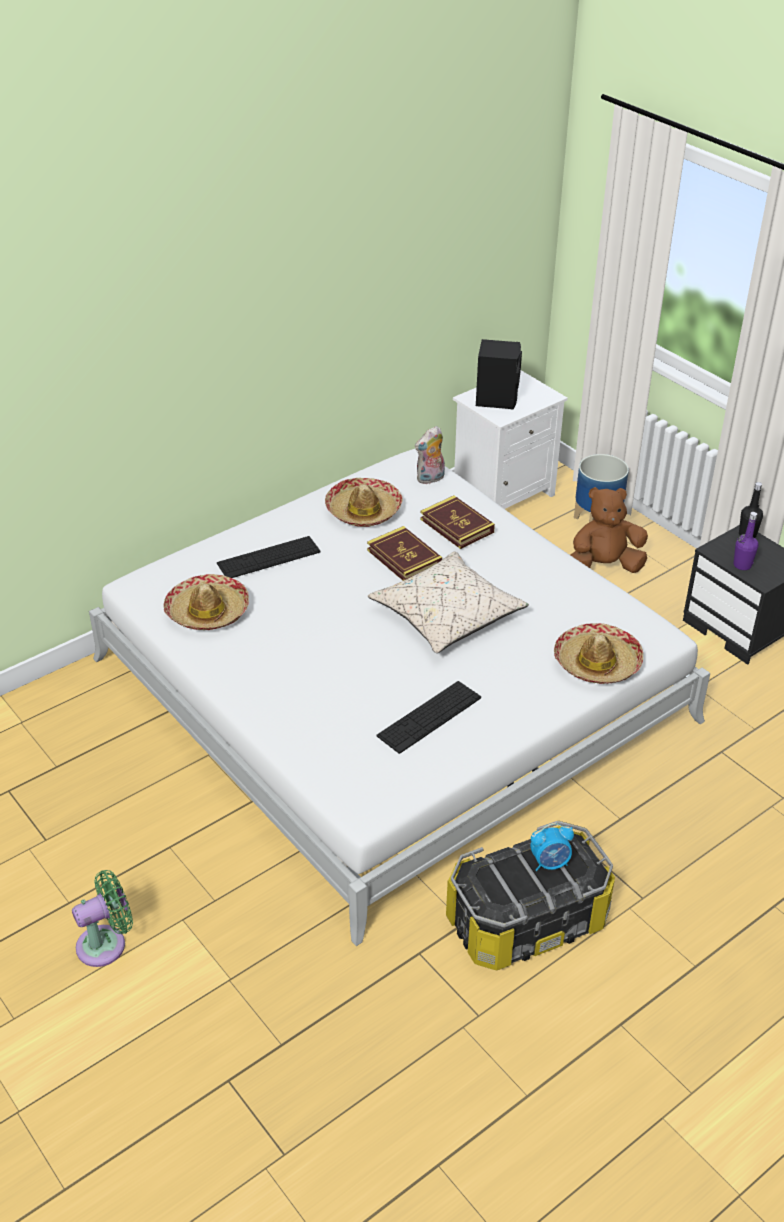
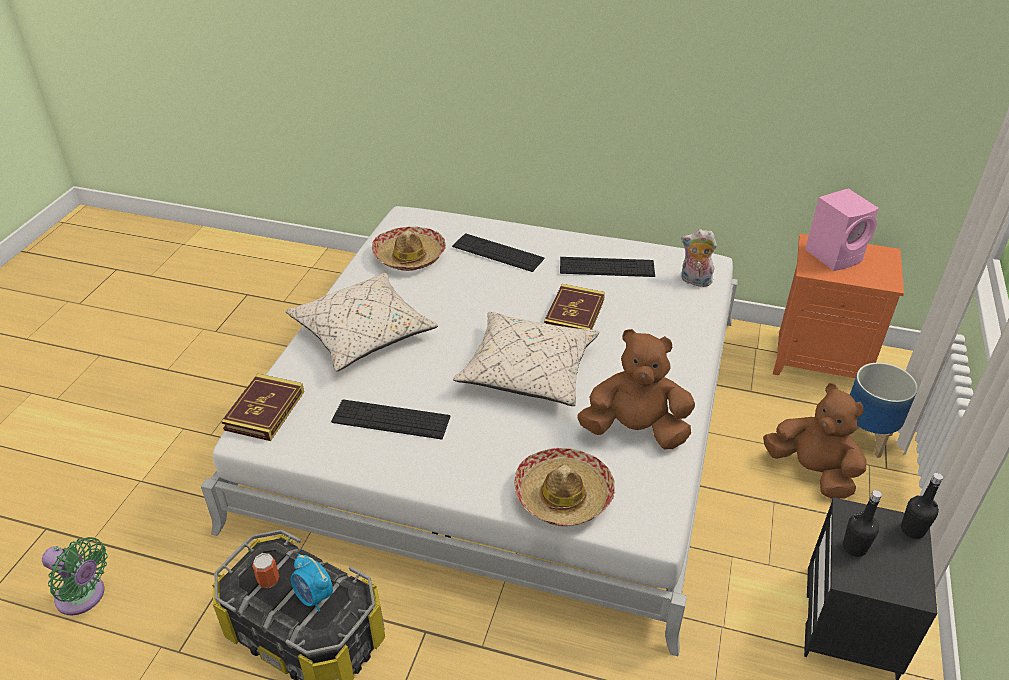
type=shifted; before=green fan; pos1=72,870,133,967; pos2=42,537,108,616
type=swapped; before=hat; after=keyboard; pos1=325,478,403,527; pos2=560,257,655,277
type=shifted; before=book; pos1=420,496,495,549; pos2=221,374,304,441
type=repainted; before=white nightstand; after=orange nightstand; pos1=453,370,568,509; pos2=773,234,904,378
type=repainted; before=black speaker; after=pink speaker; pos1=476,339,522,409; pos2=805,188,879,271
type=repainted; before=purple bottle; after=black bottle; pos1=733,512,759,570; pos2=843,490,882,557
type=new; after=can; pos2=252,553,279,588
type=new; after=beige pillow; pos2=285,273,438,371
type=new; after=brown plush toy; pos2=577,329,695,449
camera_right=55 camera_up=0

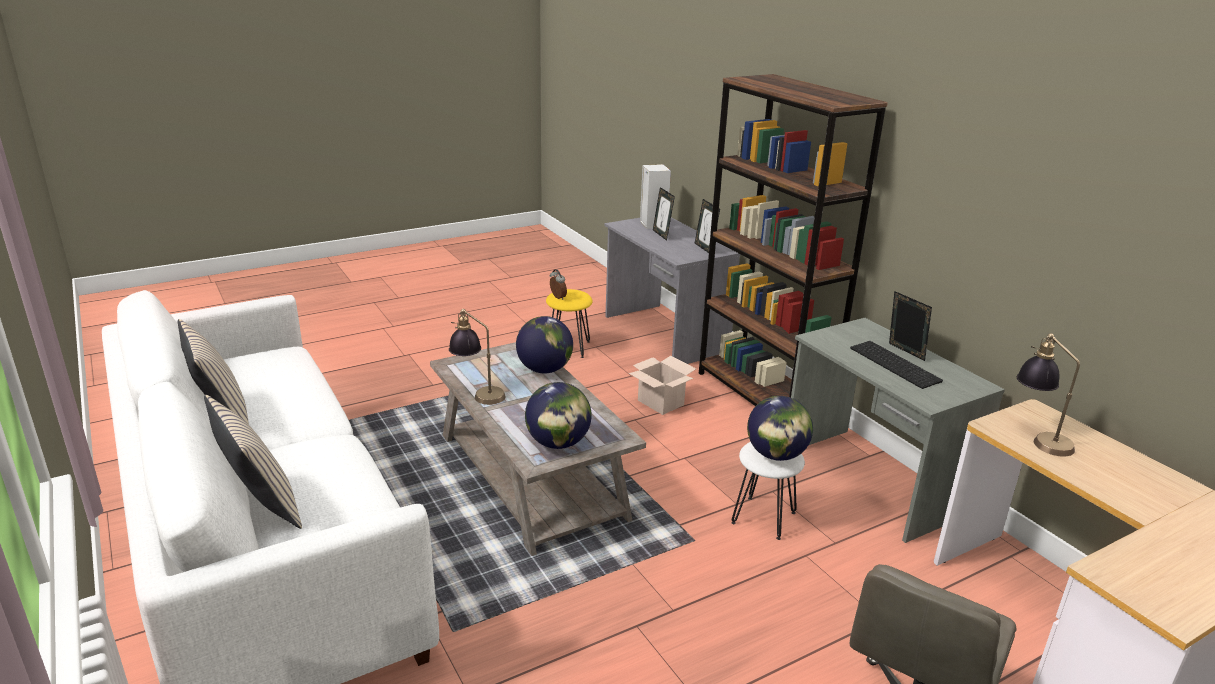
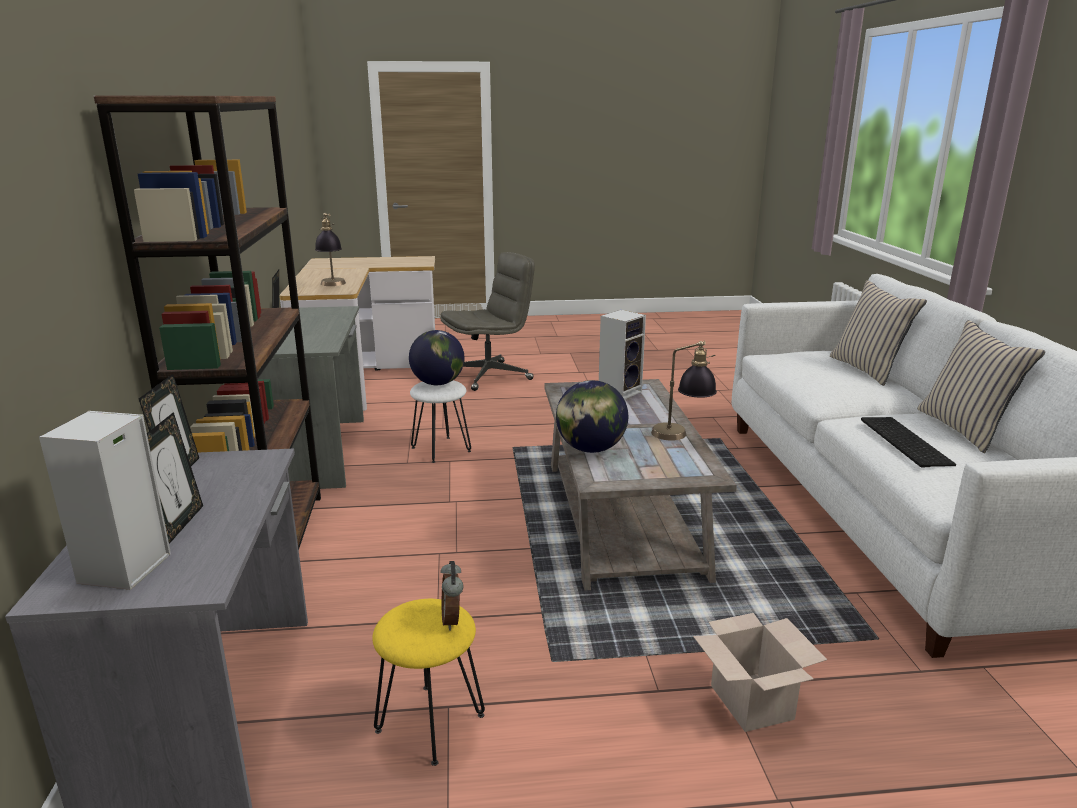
type=swapped; before=globe; after=speaker; pos1=525,382,592,449; pos2=599,310,646,400
type=shifted; before=cardboard box; pos1=629,356,696,415; pos2=693,613,827,732
type=shifted; before=keyboard; pos1=850,341,943,389; pos2=861,417,956,468
camera_right=-155 camera_up=-5

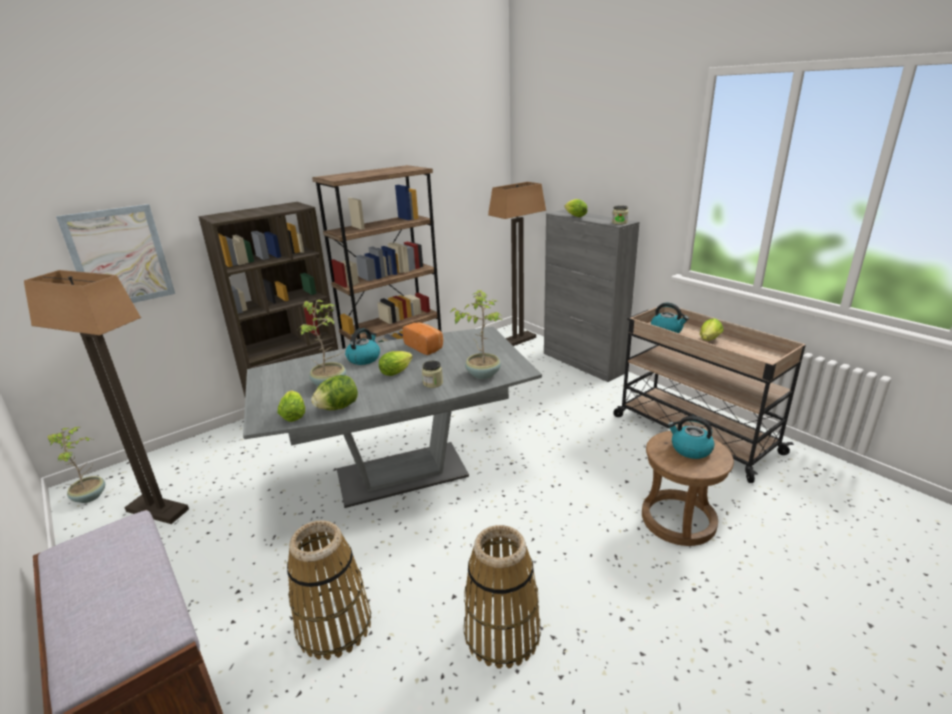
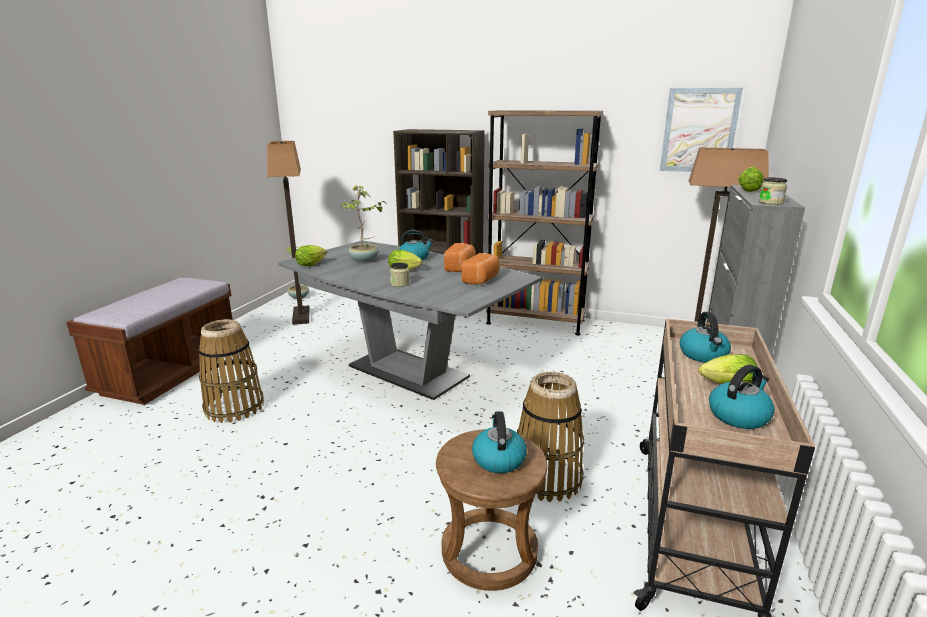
type=shifted; before=picture; pos1=56,204,175,303; pos2=660,88,743,172
type=gone; before=lettuce; pos1=311,375,358,410
type=gone; before=potted plant; pos1=451,290,503,379
type=shifted; before=basket; pos1=464,525,541,669; pos2=517,372,584,502
type=new; after=bread; pos2=461,253,500,285
type=new; after=kettle; pos2=709,365,775,429
camera_right=55 camera_up=-5

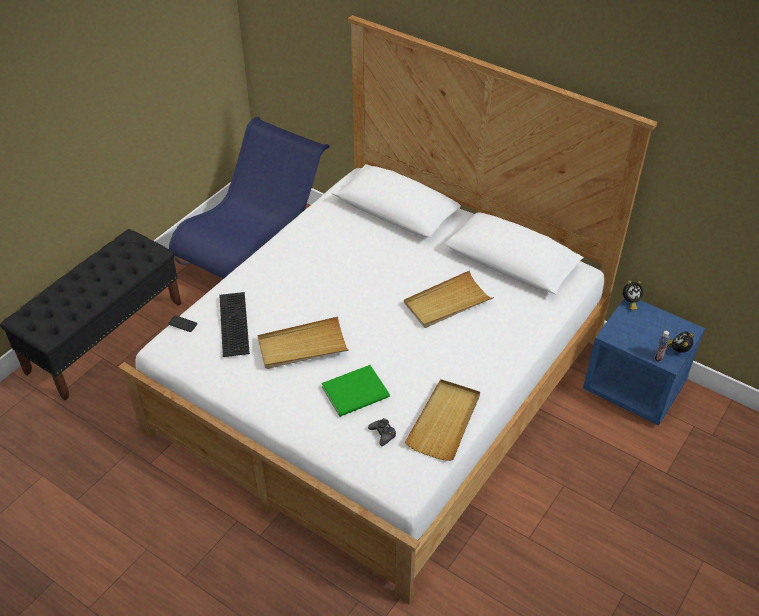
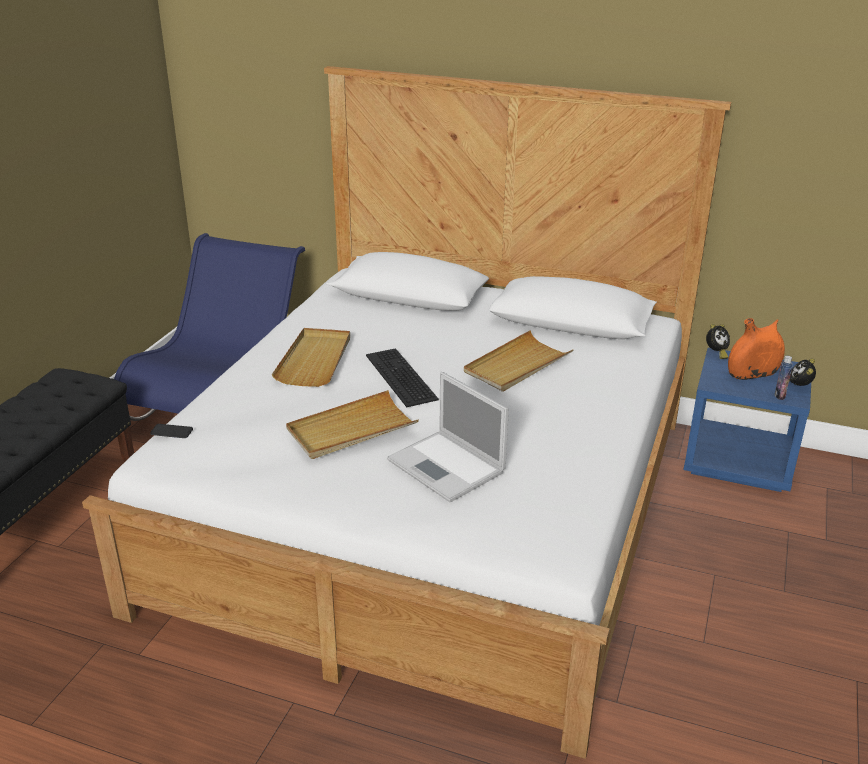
type=shifted; before=keyboard; pos1=219,292,250,357; pos2=366,348,439,407
type=swapped; before=green book; after=laptop; pos1=321,365,390,417; pos2=387,372,509,502
type=gone; before=black game controller; pos1=368,418,396,446
type=shifted; before=beige tray; pos1=405,379,480,461; pos2=272,328,350,387
type=new; after=orange vase; pos2=728,318,785,380
camera_right=-15 camera_up=-15

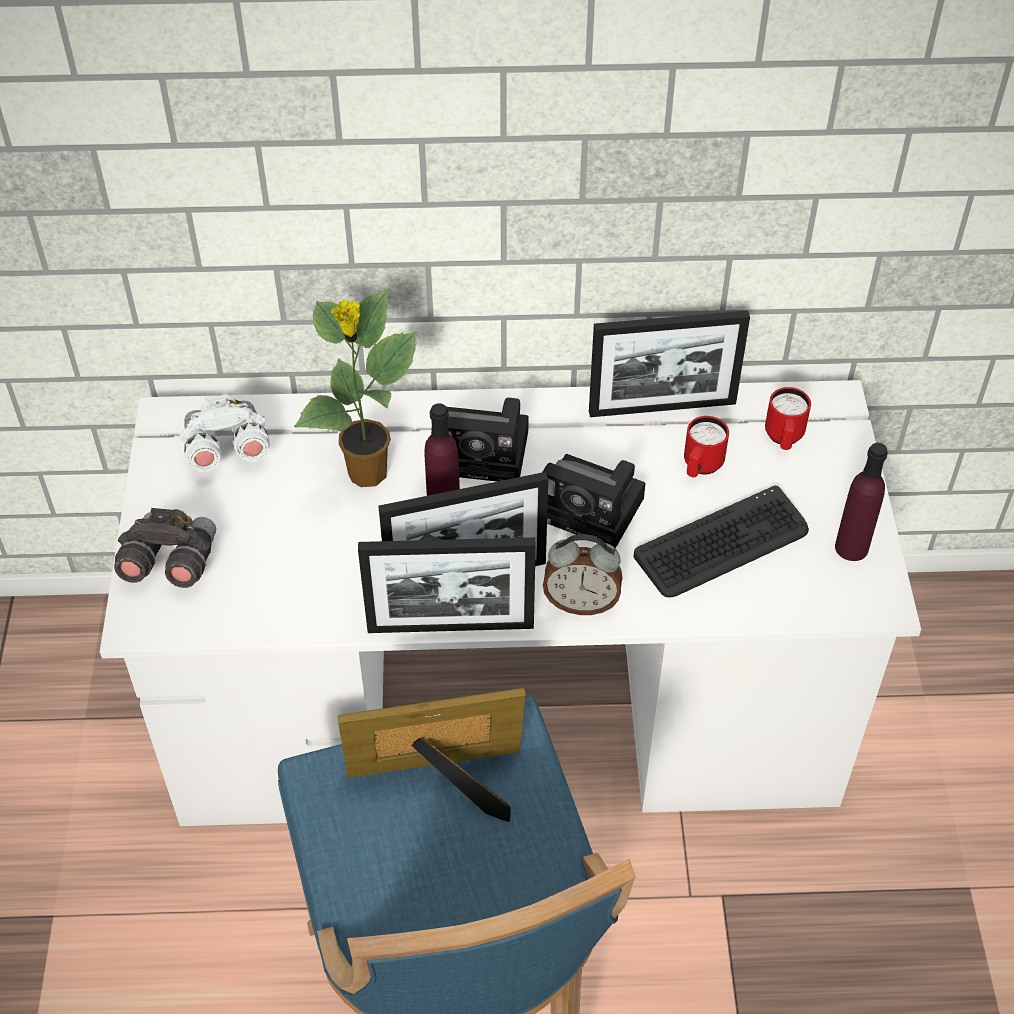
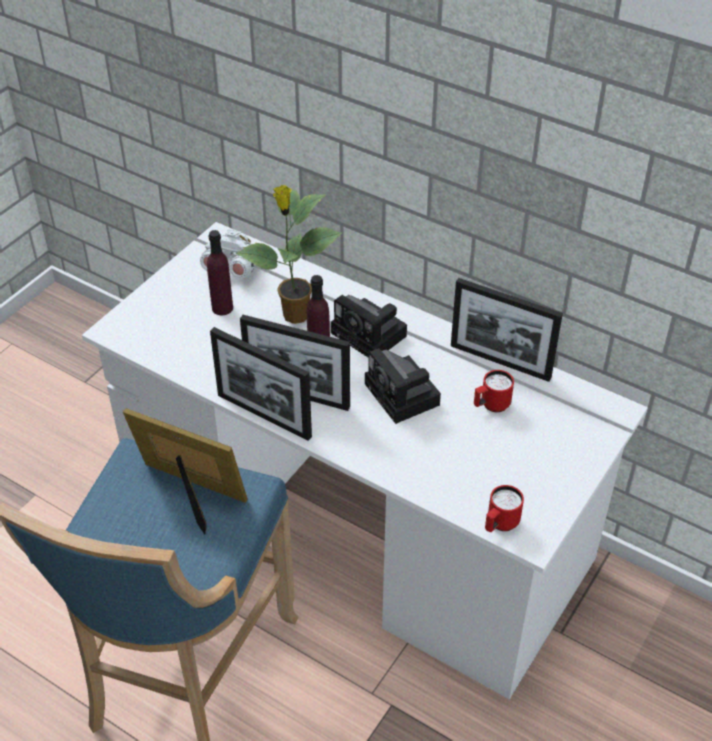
type=gone; before=grey binoculars; pos1=114,508,216,588
type=gone; before=alarm clock; pos1=543,534,622,615
type=gone; before=keyboard; pos1=633,486,809,598
type=shifted; before=red mug; pos1=765,387,811,450; pos2=485,485,524,532
type=shifted; before=purple bottle; pos1=835,443,888,561; pos2=207,230,233,315
camera_right=35 camera_up=-5

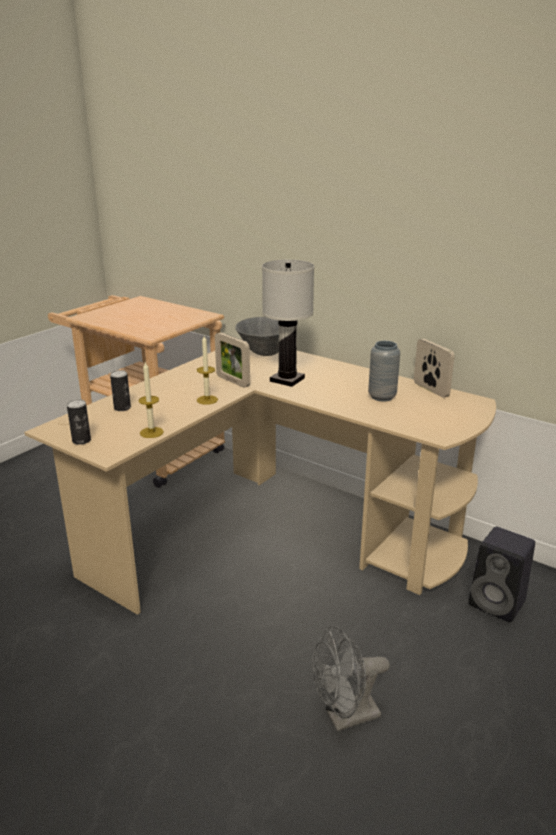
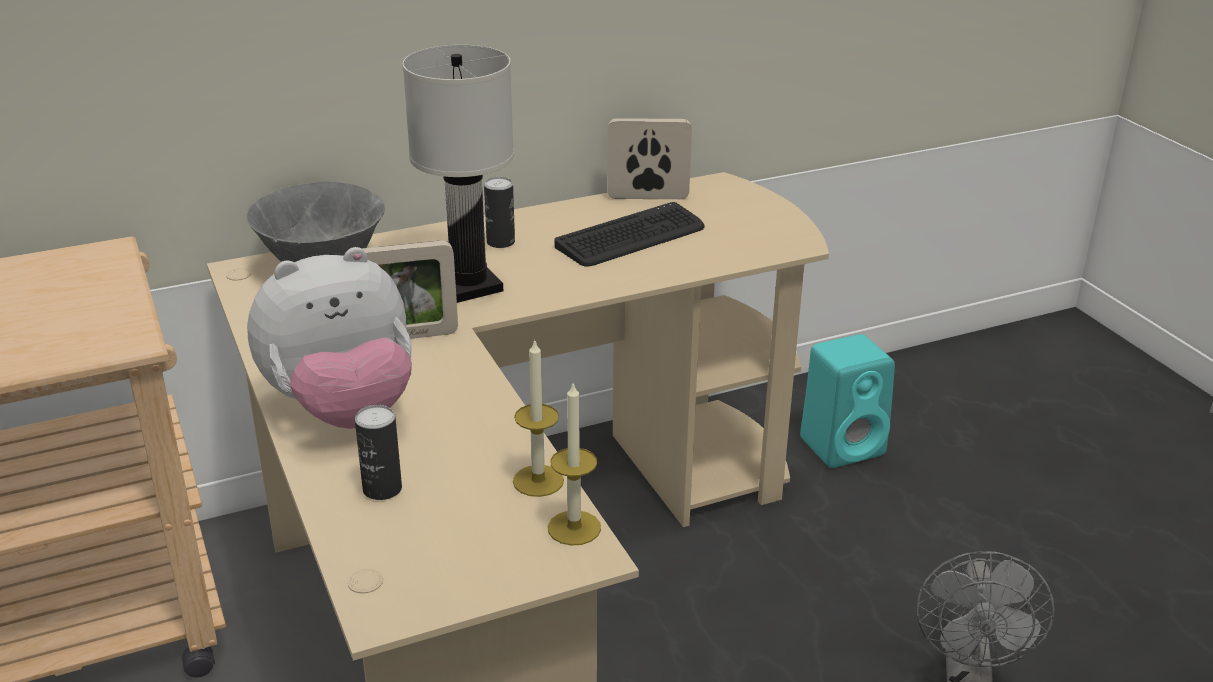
type=shifted; before=can; pos1=67,399,91,445; pos2=484,177,515,248
type=shifted; before=candle; pos1=197,335,218,405; pos2=548,383,601,545
type=swapped; before=grey vase; after=keyboard; pos1=368,341,400,402; pos2=554,202,705,266
type=repainted; before=black speaker; after=turquoise speaker; pos1=469,526,535,622; pos2=800,334,895,468
type=new; after=plush toy; pos2=247,247,412,429
camera_right=-60 camera_up=5

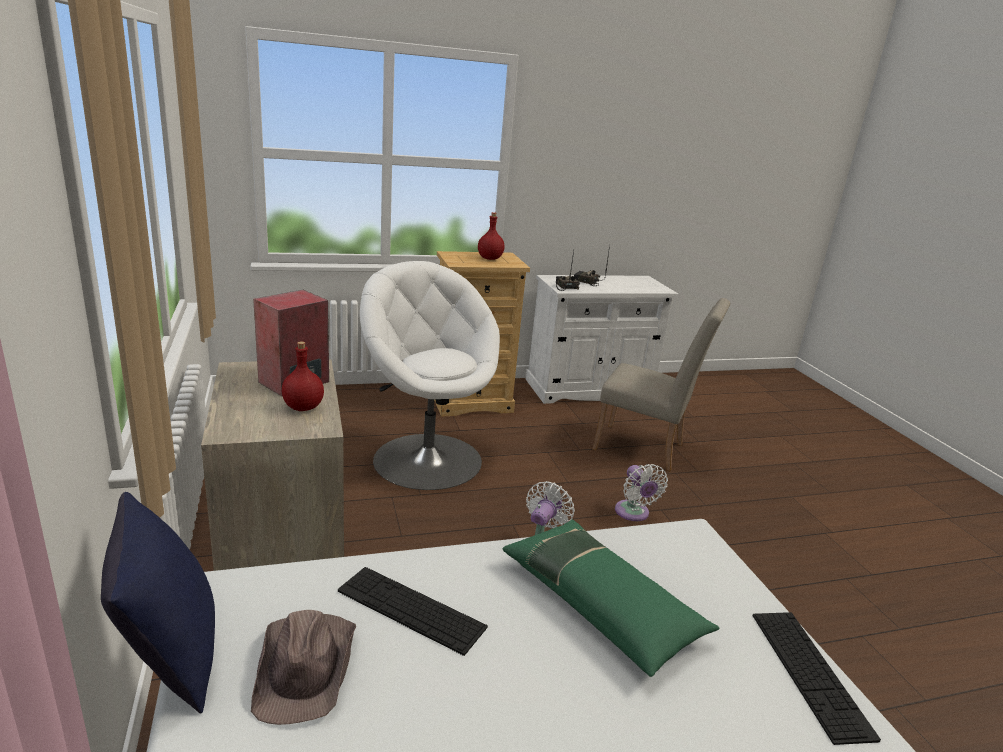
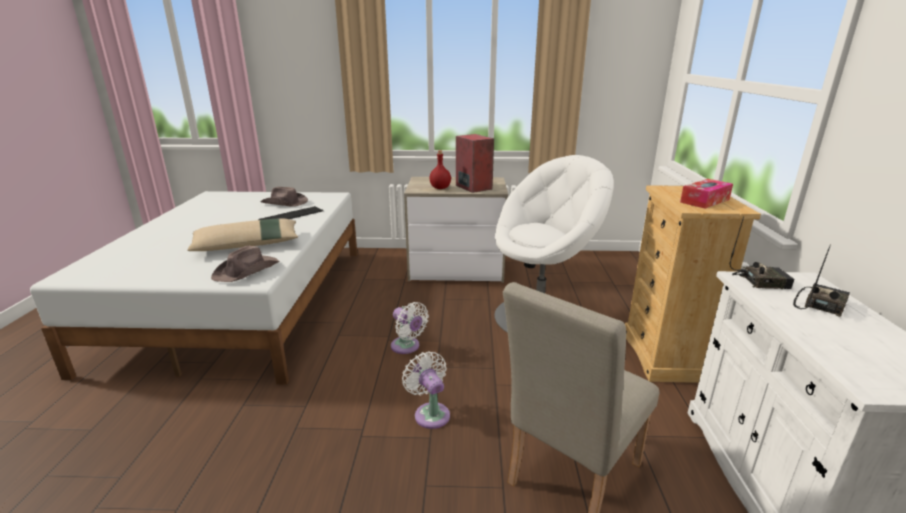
type=gone; before=blue pillow; pos1=101,492,215,714
type=swapped; before=red bottle; after=tissue box; pos1=478,212,505,260; pos2=680,179,733,209
type=repainted; before=green pillow; after=beige pillow; pos1=503,519,719,677; pos2=187,218,298,251
type=rotated; before=white fan; pos1=615,464,668,521; pos2=402,351,450,429; turn=60
type=gone; before=keyboard; pos1=752,612,881,745
type=new; after=brown hat; pos2=211,246,280,282
camera_right=110 camera_up=0

